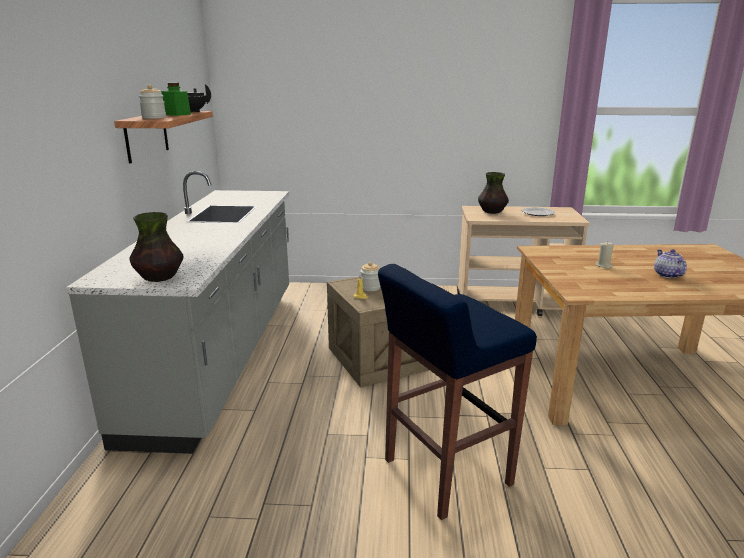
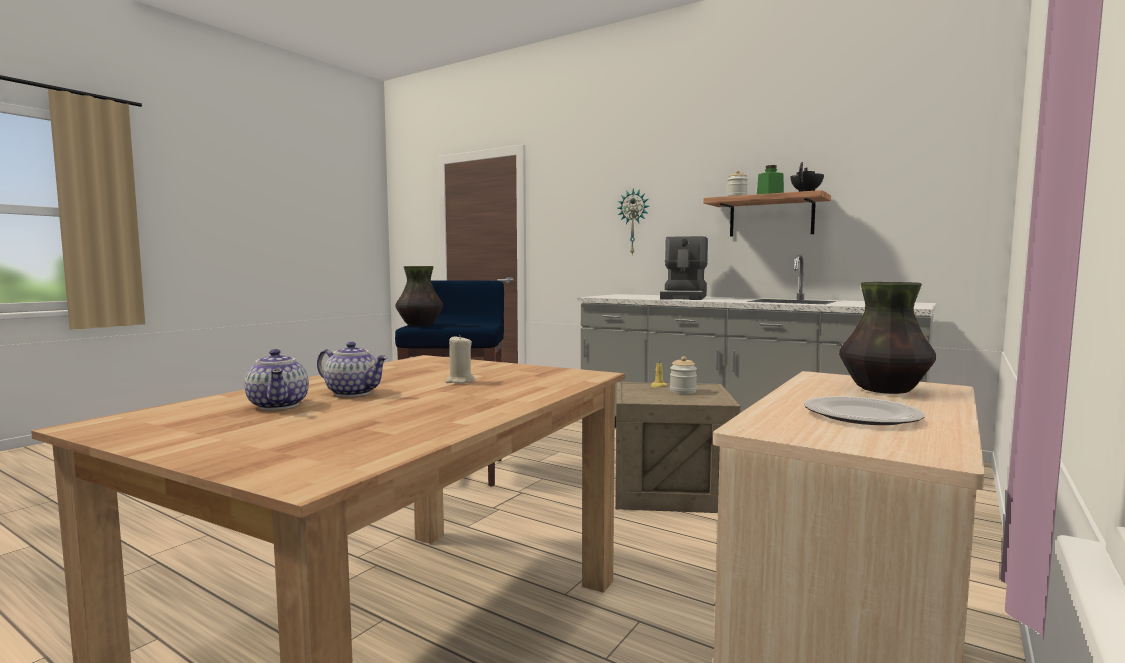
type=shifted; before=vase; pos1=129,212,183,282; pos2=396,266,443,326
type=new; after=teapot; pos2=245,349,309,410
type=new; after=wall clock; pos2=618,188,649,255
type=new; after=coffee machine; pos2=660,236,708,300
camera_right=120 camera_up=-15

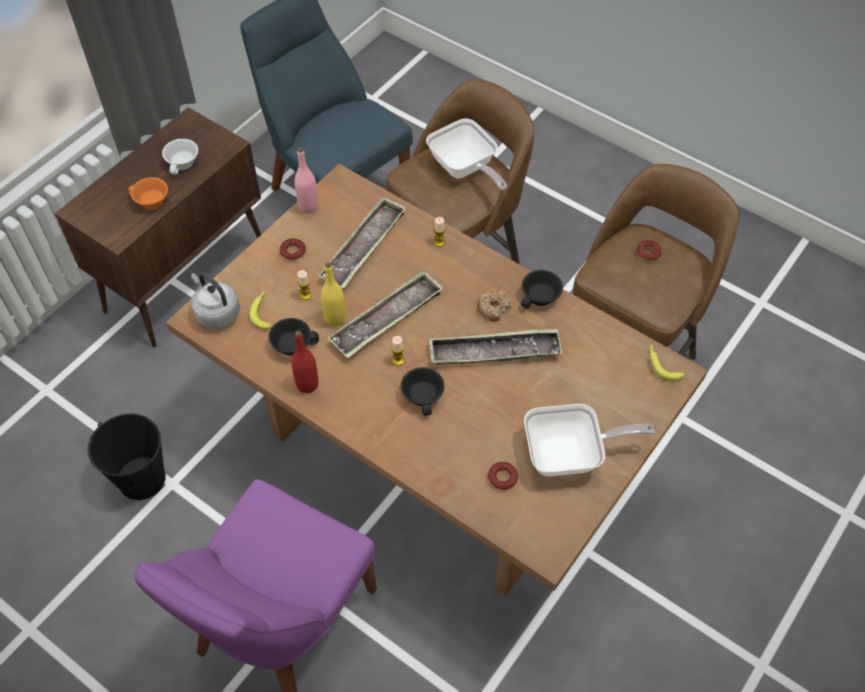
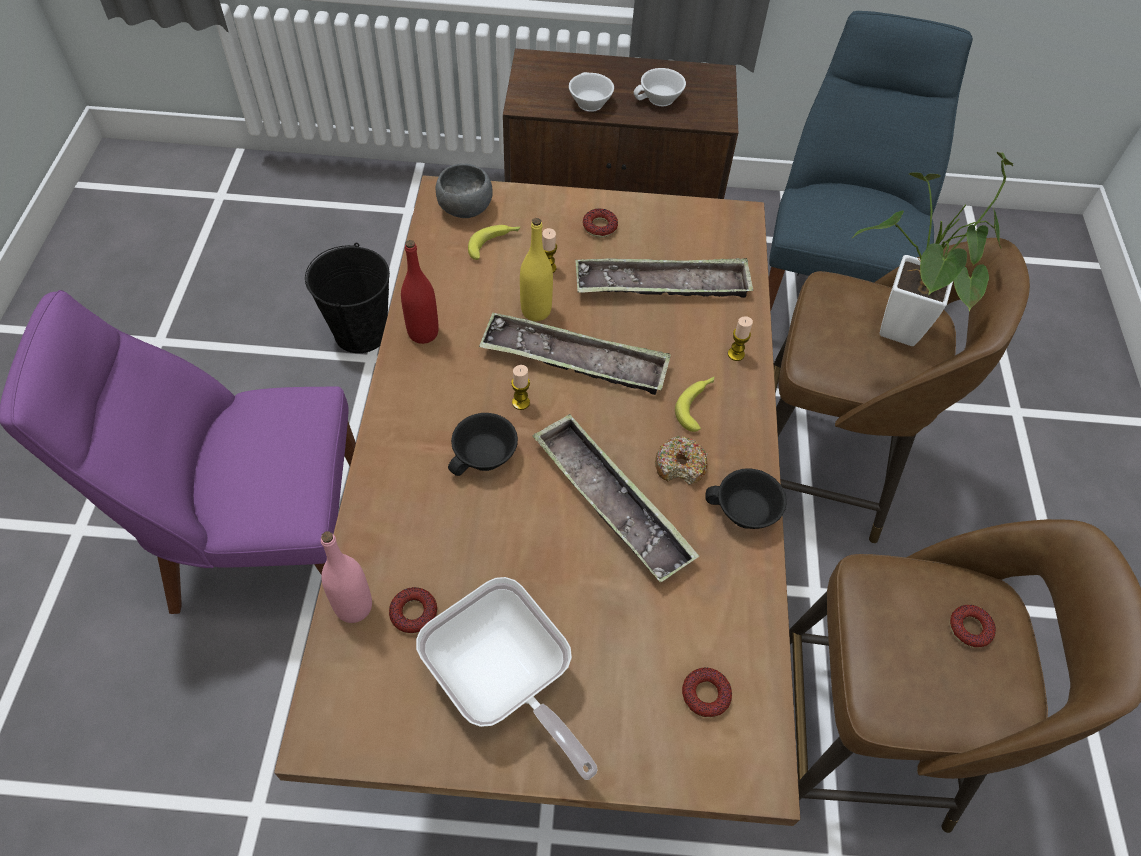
type=repainted; before=orange cup; after=white cup; pos1=128,177,168,210; pos2=569,72,614,112
type=swapped; before=grey kettle; after=grey bowl; pos1=191,272,240,329; pos2=436,163,493,218
type=gone; before=black cup; pos1=268,318,319,356
type=shifted; before=pink bottle; pos1=294,147,318,213; pos2=321,531,372,623
type=swapped; before=frying pan; after=potted plant; pos1=426,118,507,191; pos2=851,152,1013,346
type=shifted; before=banana; pos1=649,344,684,382; pos2=675,377,714,432
type=new; after=donut; pos2=682,667,732,718
camera_right=55 camera_up=0

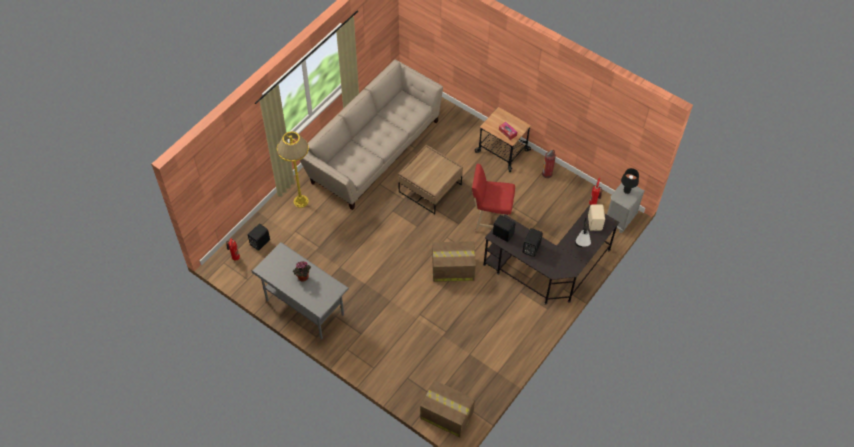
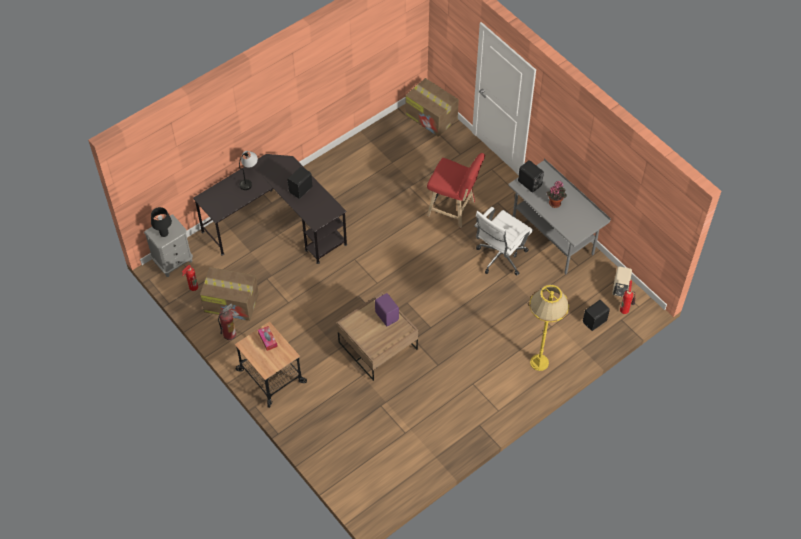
type=gone; before=beige sofa; pos1=300,59,443,210
type=shifted; before=cardboard box; pos1=432,241,476,282; pos2=200,267,259,321
type=shifted; before=red stool; pos1=472,164,515,232; pos2=427,153,485,228
type=shifted; before=black speaker; pos1=493,215,516,242; pos2=518,160,544,193
type=shifted; before=beige speaker; pos1=588,204,605,231; pos2=612,266,632,297
type=new; after=purple speaker; pos2=375,293,399,326
type=new; after=white office chair; pos2=474,207,533,276
camera_right=-165 camera_up=0

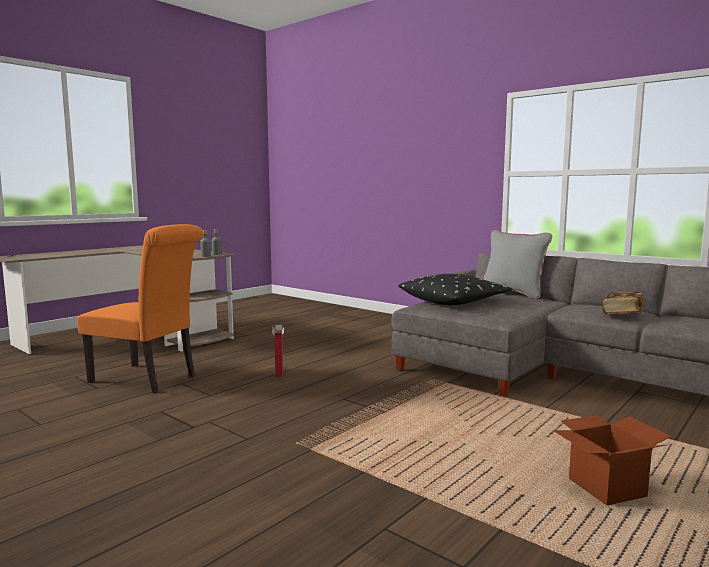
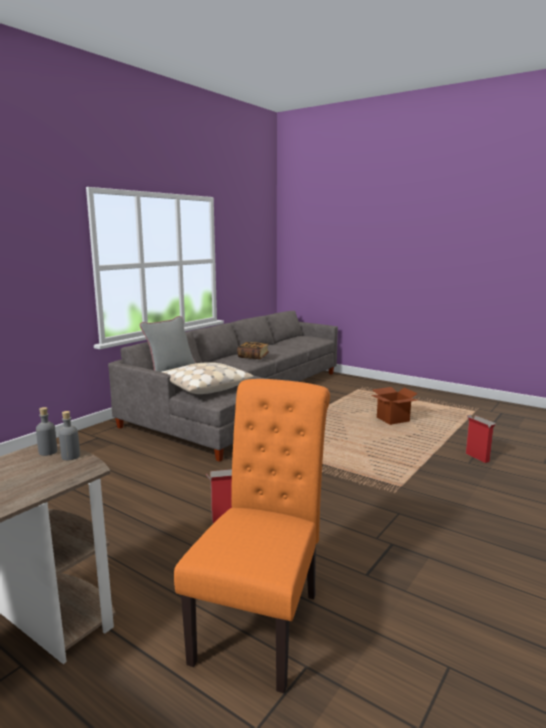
type=repainted; before=black pillow; after=beige pillow; pos1=398,274,513,305; pos2=162,362,254,394
type=new; after=cardboard box; pos2=466,415,496,463
camera_right=-95 camera_up=5

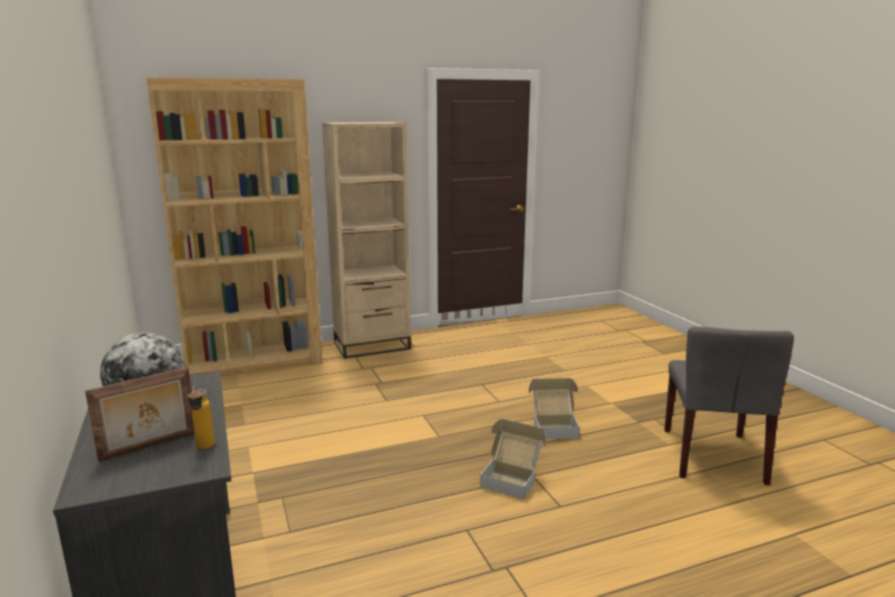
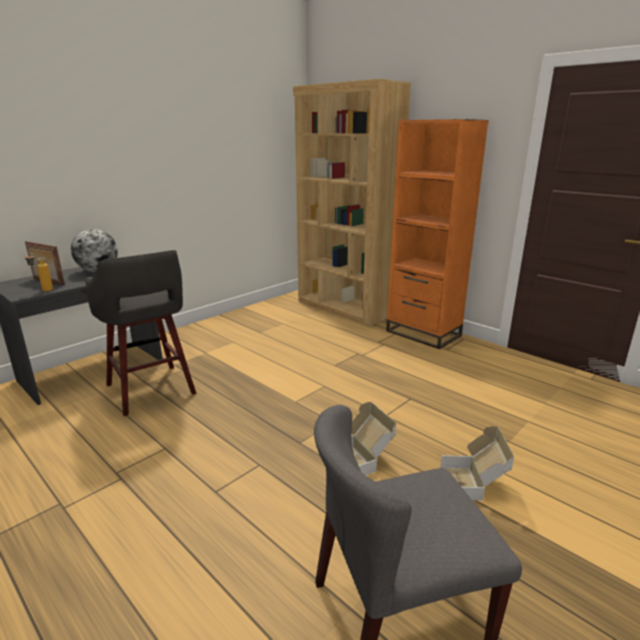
type=repainted; before=beige bookcase; after=orange bookcase; pos1=322,122,411,359; pos2=386,119,489,349
type=shifted; before=cardboard box; pos1=480,419,546,500; pos2=440,426,514,501
type=new; after=grey stool; pos2=86,250,196,416
camera_right=65 camera_up=5

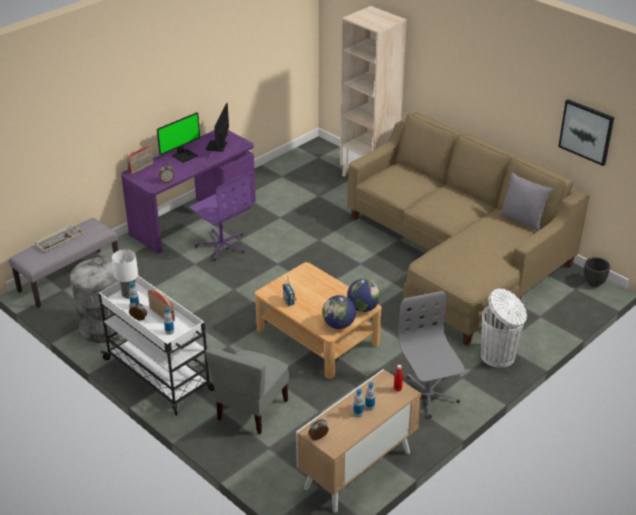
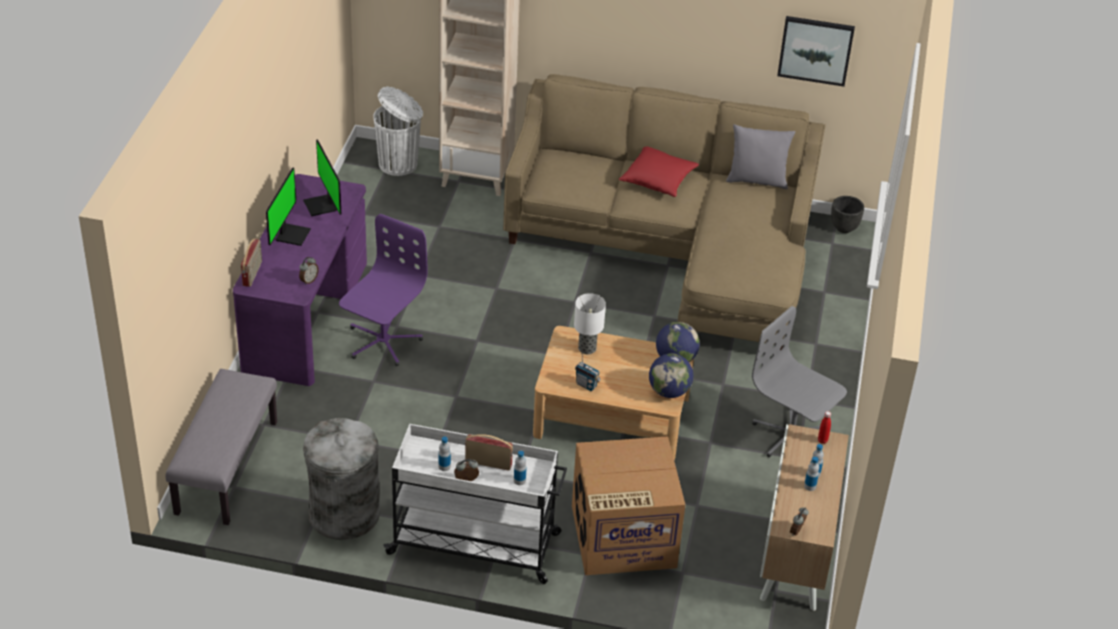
type=gone; before=keyboard; pos1=35,224,84,253
type=shifted; before=table lamp; pos1=112,249,138,298; pos2=574,293,606,354
type=rotated; before=purple office chair; pos1=189,173,251,261; pos2=339,214,428,366; turn=-75
type=swapped; before=grey chair; after=cardboard box; pos1=205,347,289,434; pos2=572,436,685,575
type=shifted; before=white trash can; pos1=481,288,527,368; pos2=373,87,423,176
type=new; after=red pillow; pos2=619,147,699,197
camera_right=-35 camera_up=5

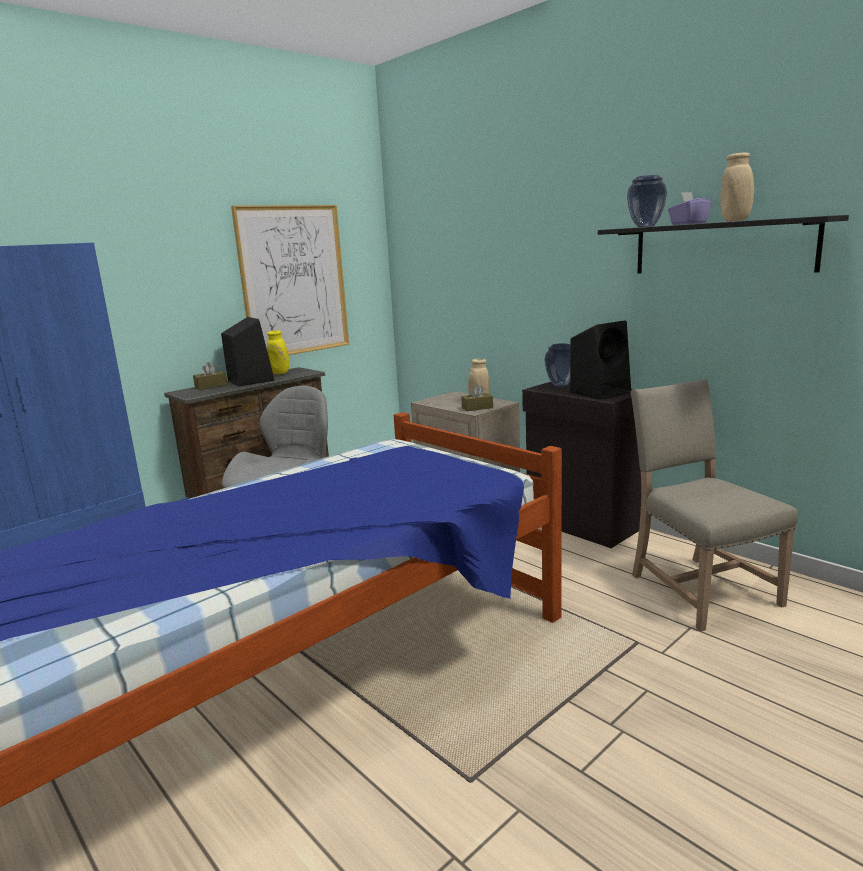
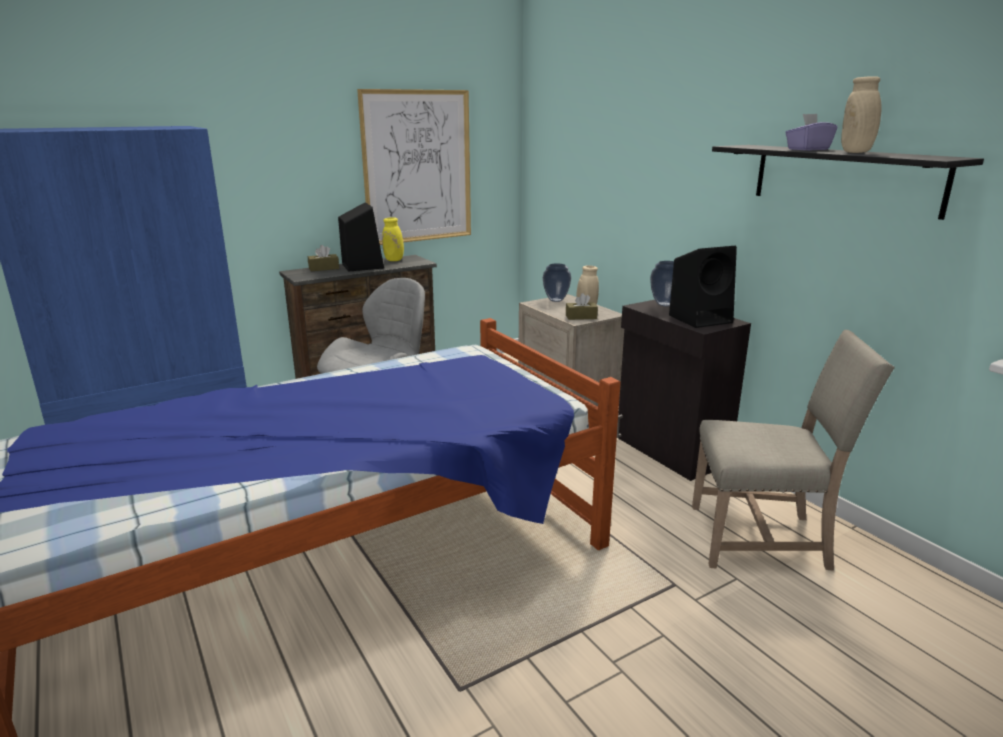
type=shifted; before=vase; pos1=627,175,667,227; pos2=542,263,571,302
type=rotated; before=beige chair; pos1=630,379,798,632; pos2=692,330,895,570; turn=105
camera_right=10 camera_up=5

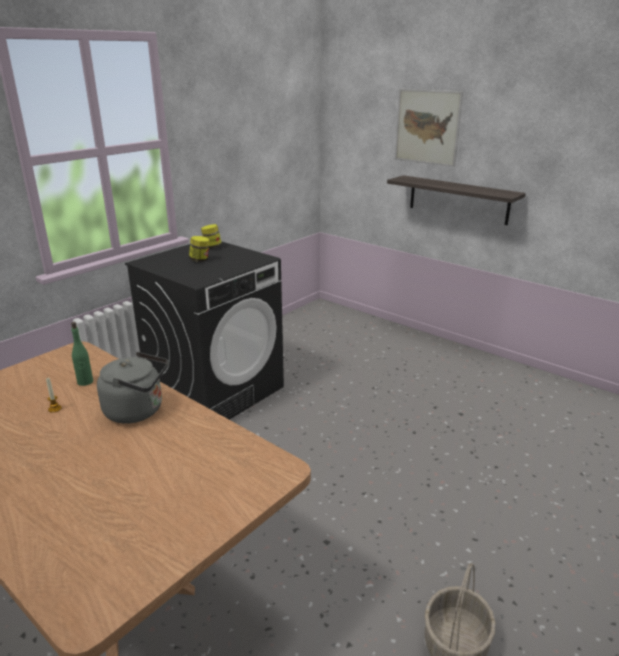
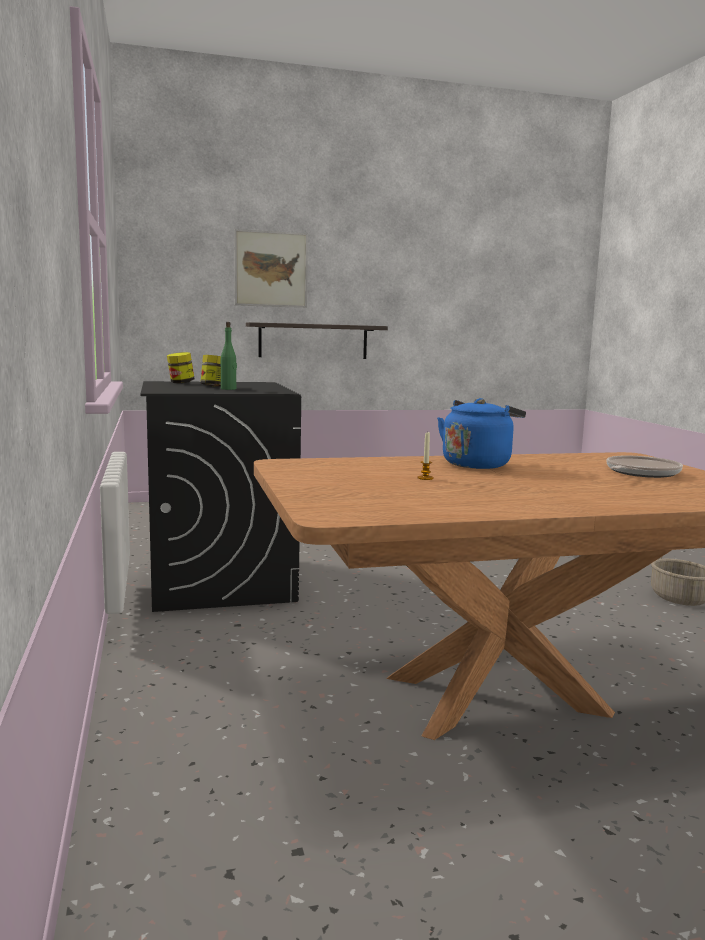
type=shifted; before=green bottle; pos1=71,322,93,386; pos2=221,322,237,390
type=repainted; before=grey kettle; after=blue kettle; pos1=97,352,168,424; pos2=437,398,526,469
type=new; after=frying pan; pos2=606,456,683,478
camera_right=-55 camera_up=-15

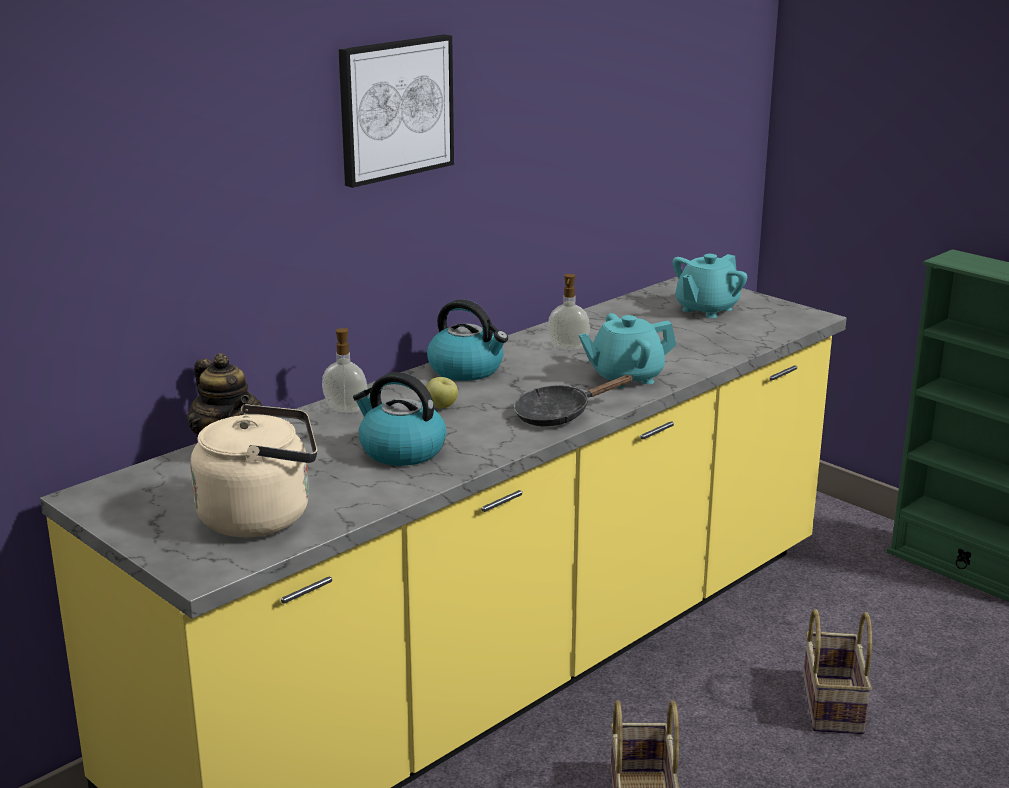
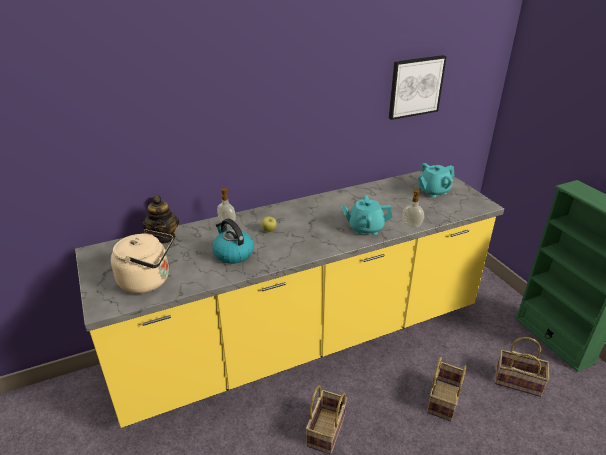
type=shifted; before=picture; pos1=338,34,454,188; pos2=389,55,447,120
type=gone; before=kettle; pos1=427,300,508,381
type=gone; before=black frying pan; pos1=514,375,634,426
type=shifted; before=soap dispenser; pos1=548,274,590,350; pos2=403,190,424,228
type=new; after=basket; pos2=495,337,549,397
camera_right=20 camera_up=10

